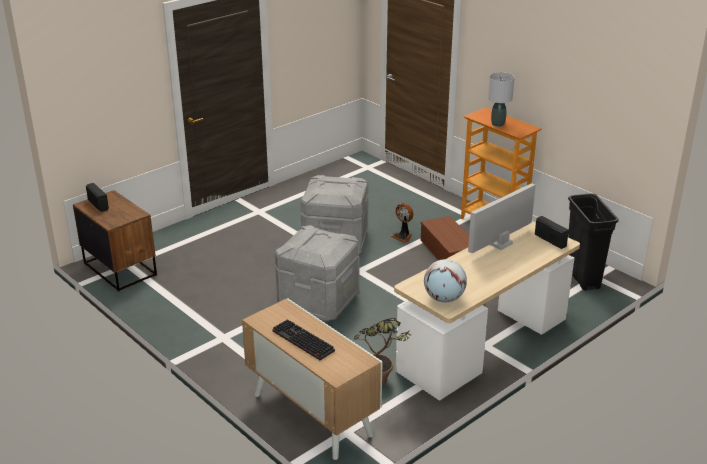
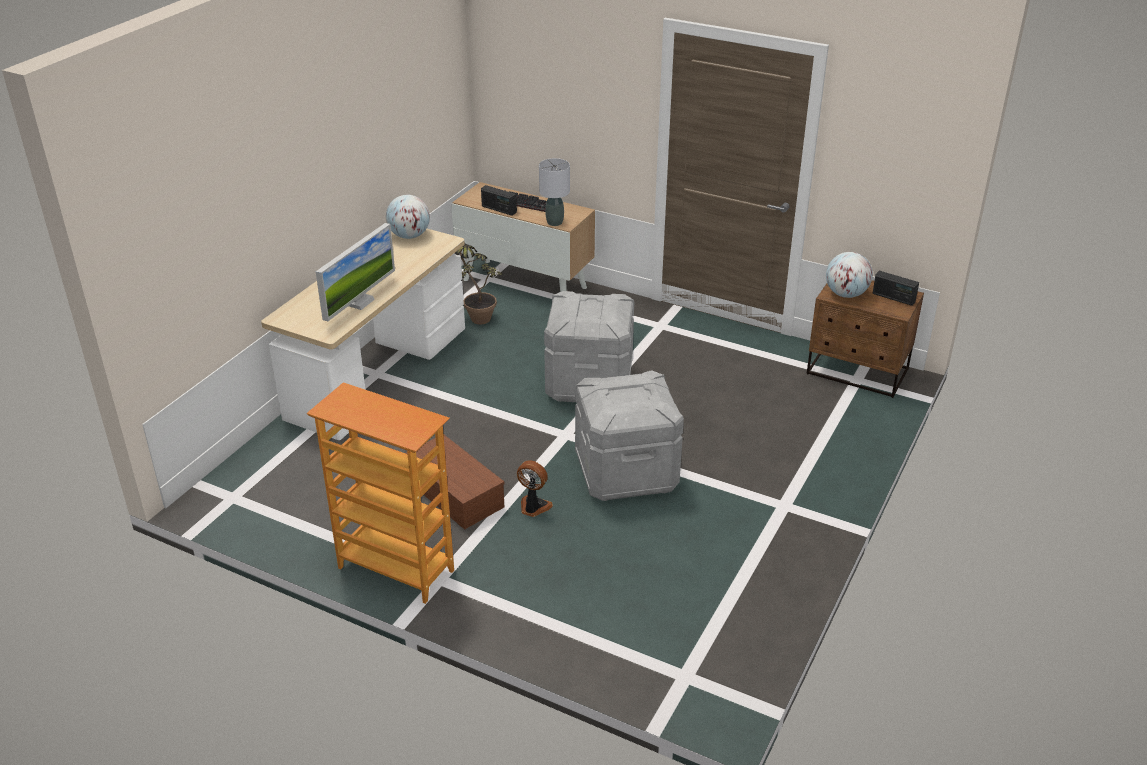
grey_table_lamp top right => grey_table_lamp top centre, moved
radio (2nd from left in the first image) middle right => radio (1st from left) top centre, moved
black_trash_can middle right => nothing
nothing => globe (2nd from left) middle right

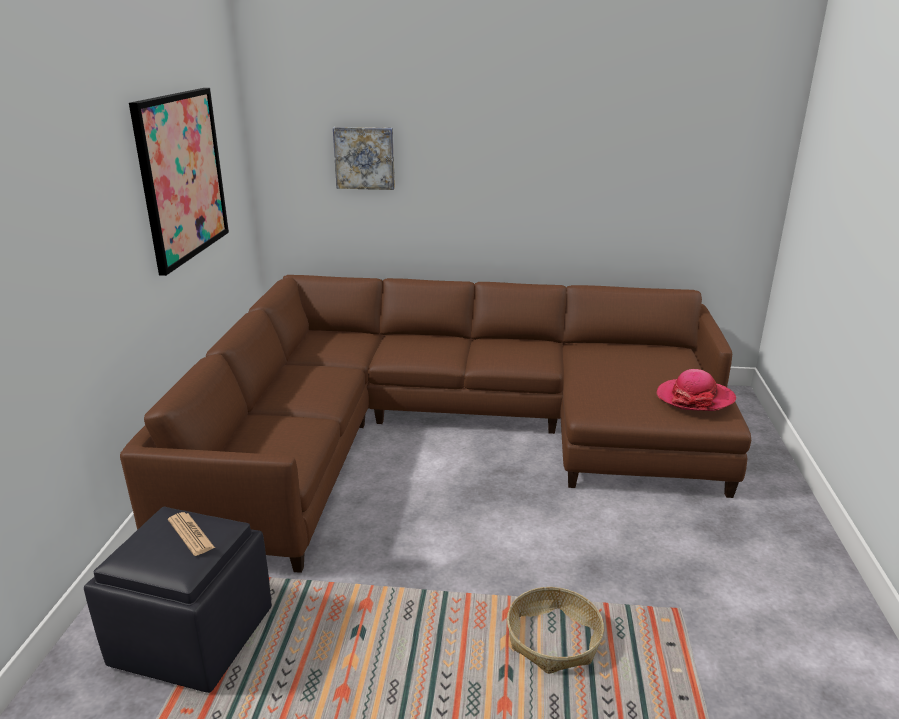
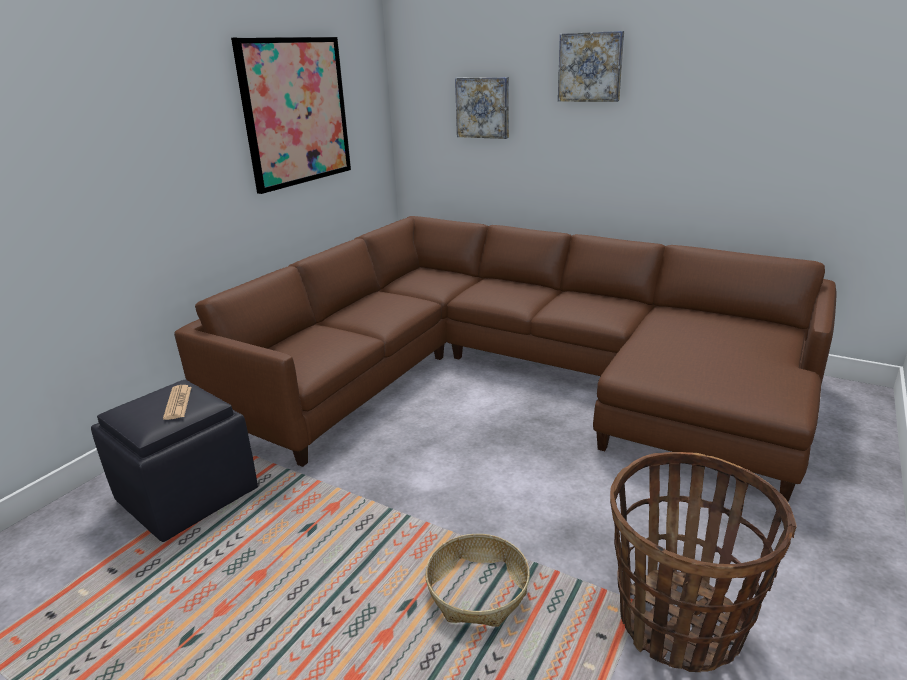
hat middle right => nothing
nothing => picture (3rd from left) top centre
nothing => basket (2nd from left) bottom right

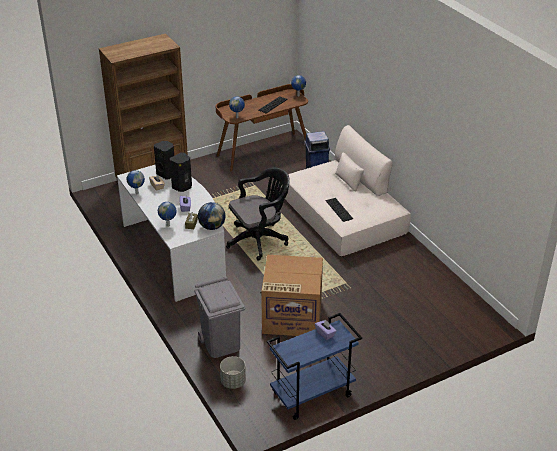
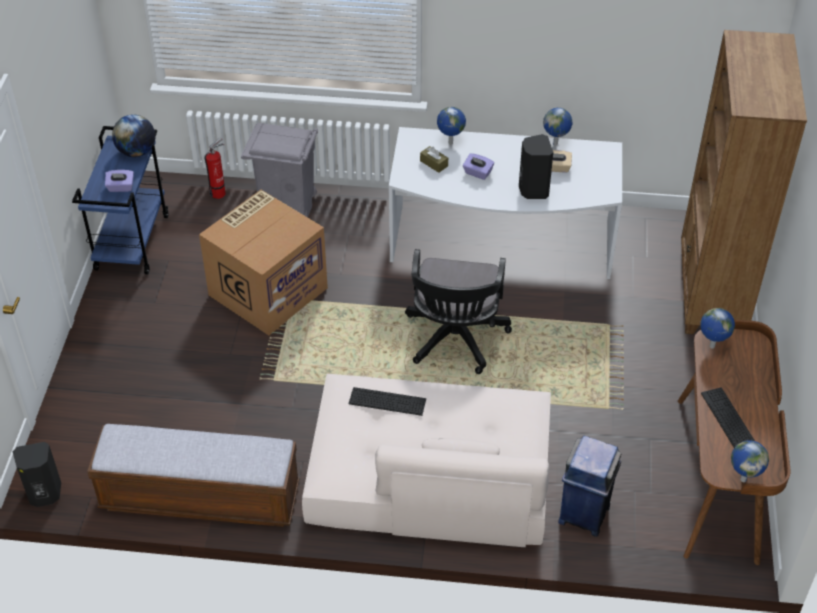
black_speaker (1st from left) middle left => black_speaker (1st from left) bottom left, moved
globe (3rd from left in the first image) centre => globe (1st from left) top left, moved
grey_planter bottom centre => fire_extinguisher top left
nothing => bench bottom left

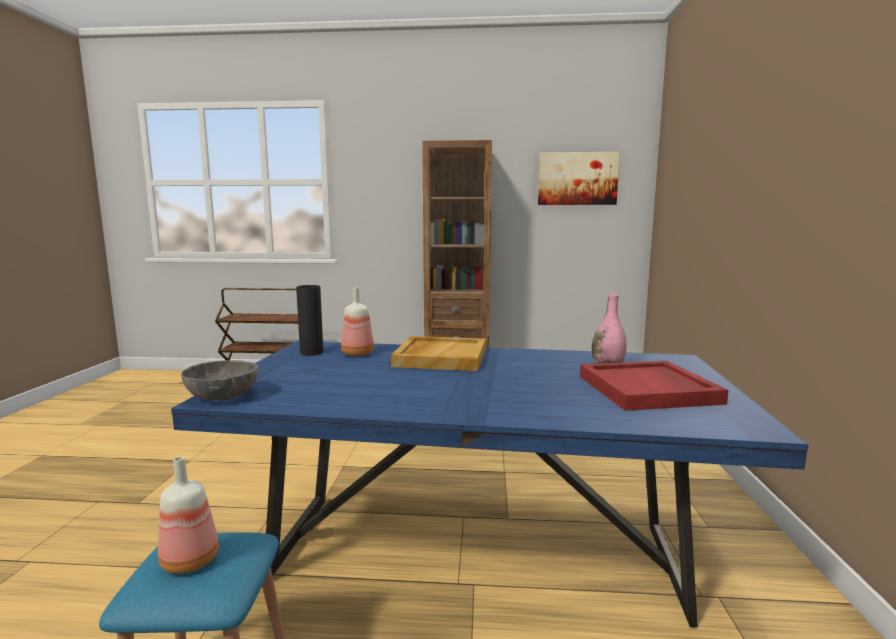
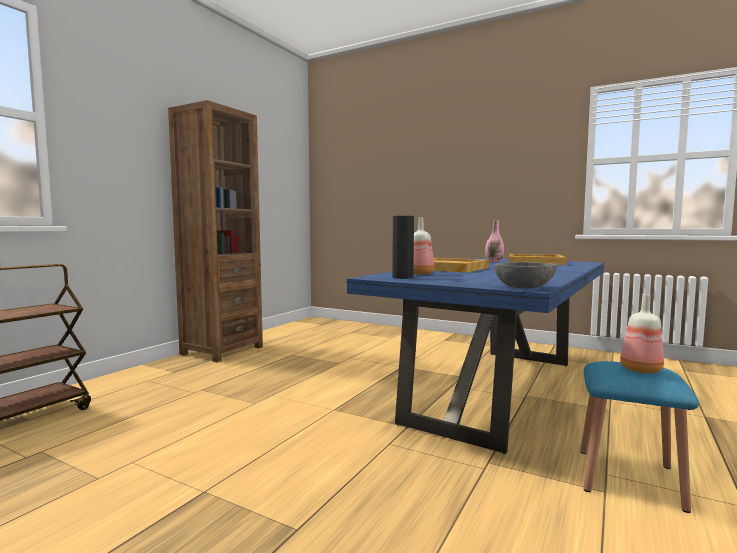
picture top centre => nothing
red_tray middle right => beige_tray (2nd from left) middle right

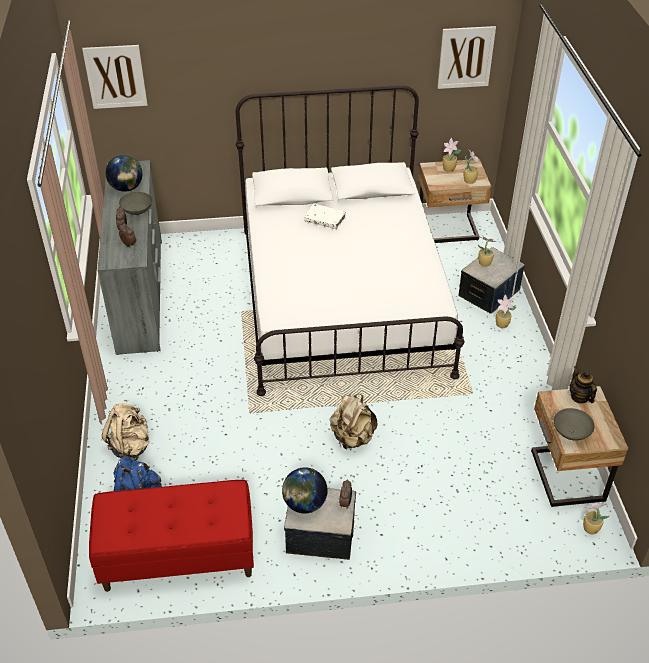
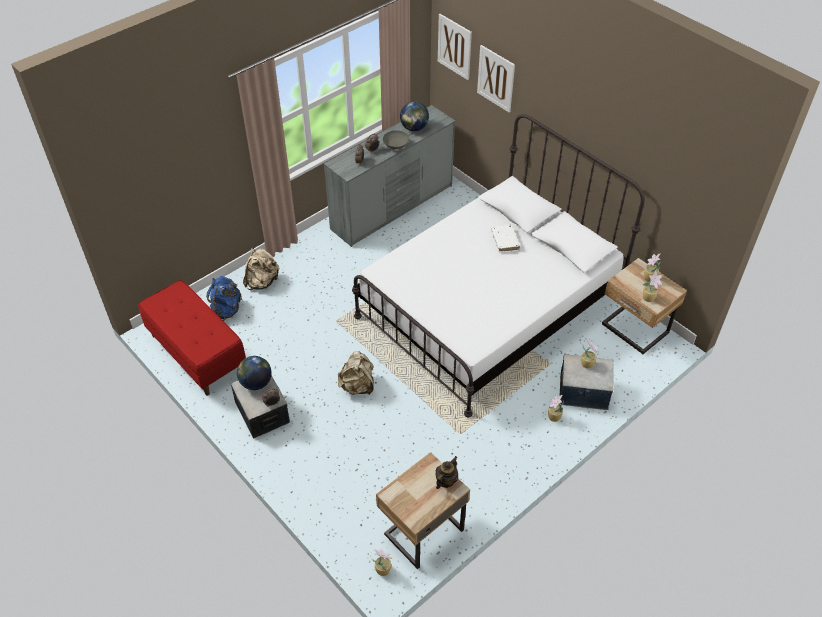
picture (2nd from left) top right => picture (2nd from left) top centre, moved
grey_bowl (2nd from left) middle right => nothing

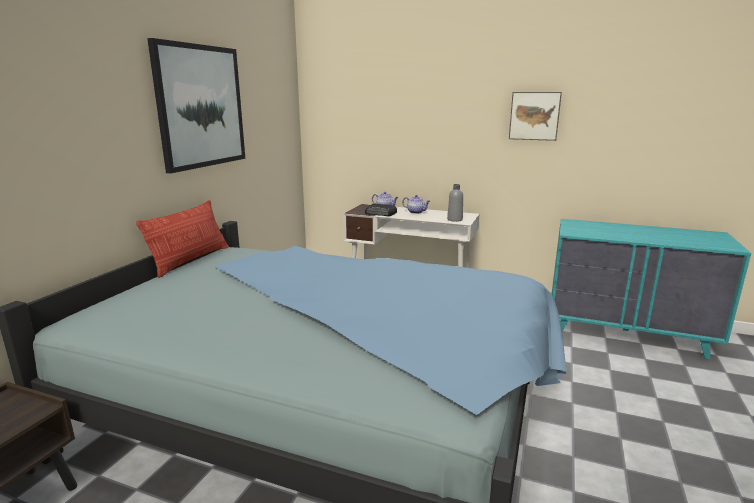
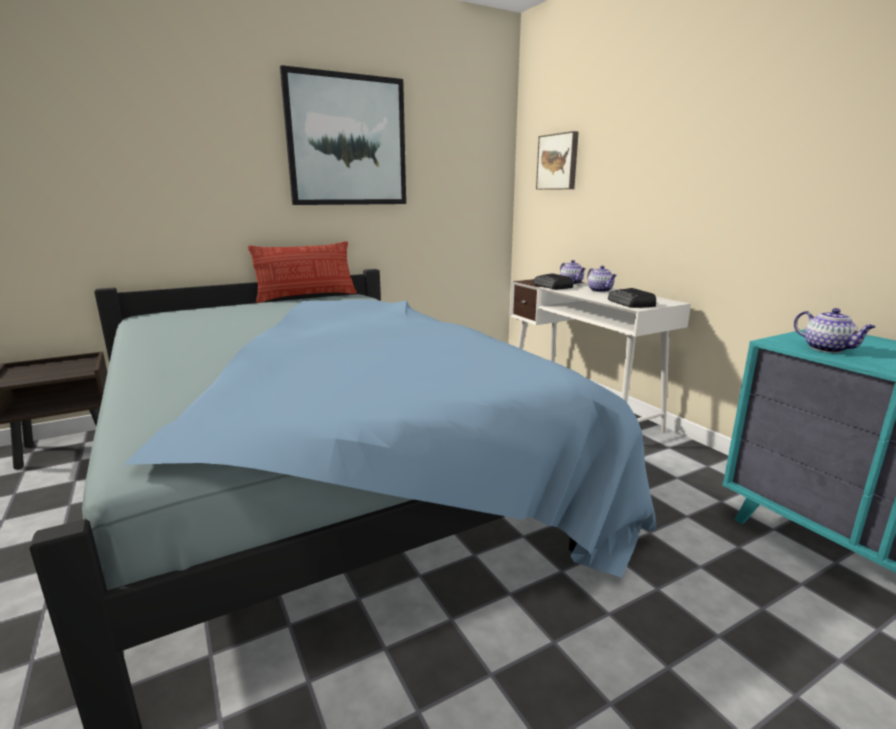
grey_bottle centre => radio (2nd from left) middle right
picture (2nd from left) top right => picture (2nd from left) top centre, moved
nothing => teapot (3rd from left) middle right

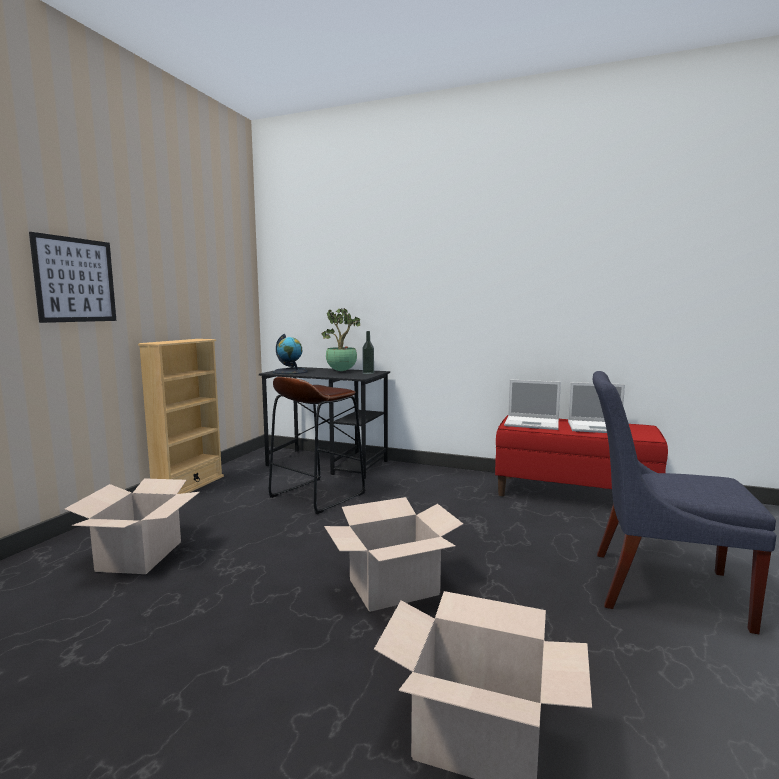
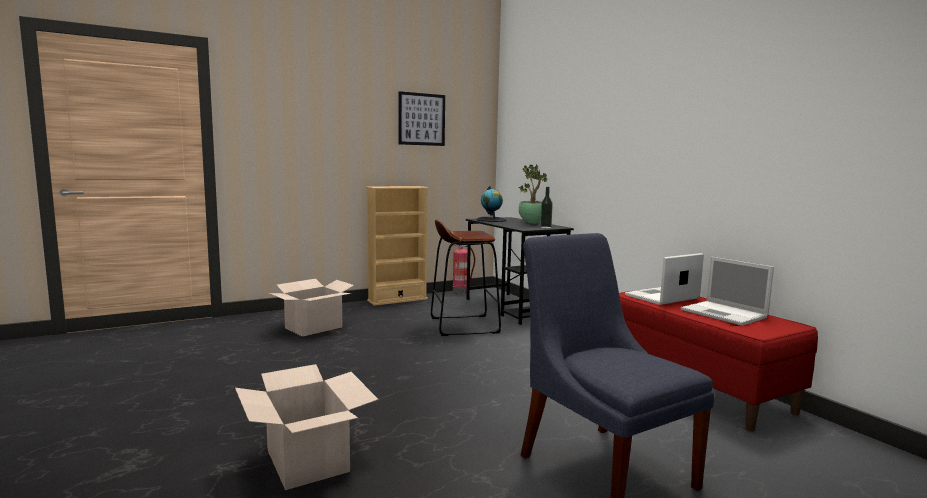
picture middle left => picture top centre, moved
cardboard_box (2nd from left) bottom centre => nothing
laptop (1st from left) middle right, 90 degrees clockwise
nothing => fire_extinguisher centre

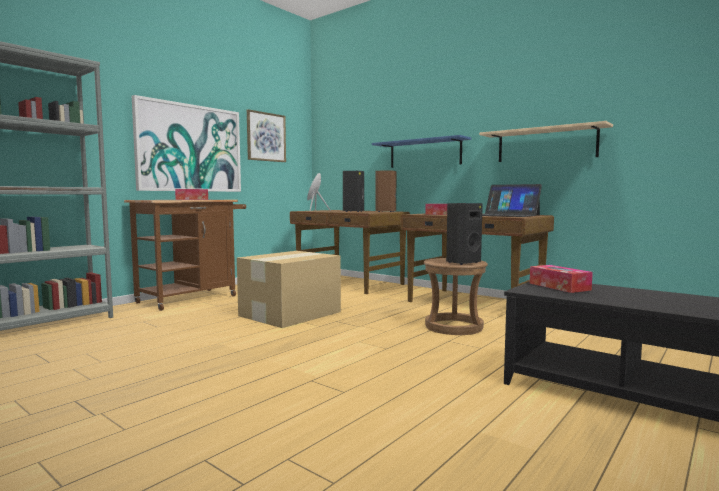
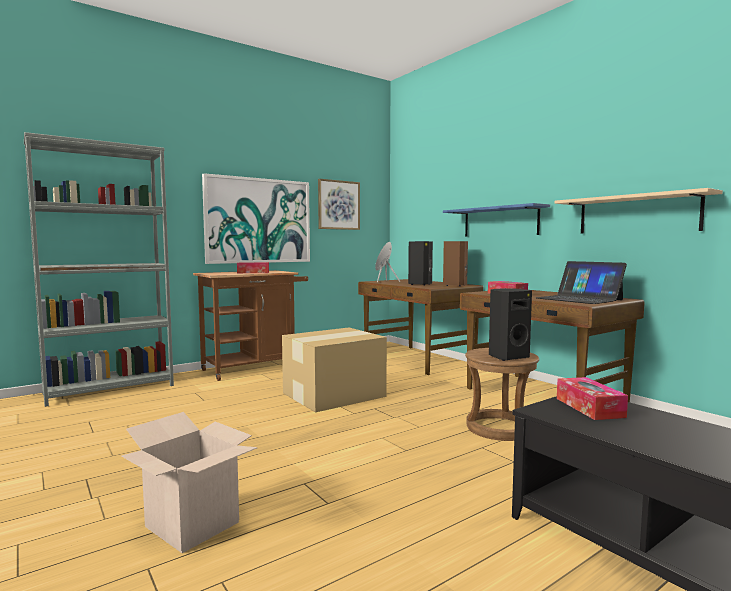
nothing => cardboard_box (1st from left) bottom left

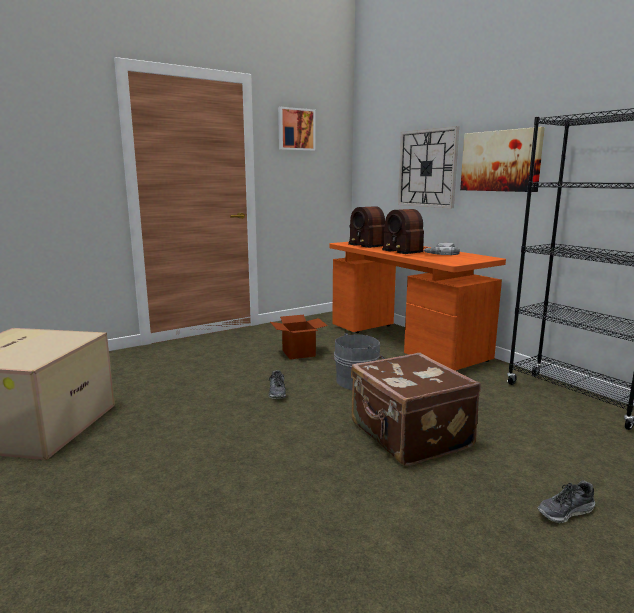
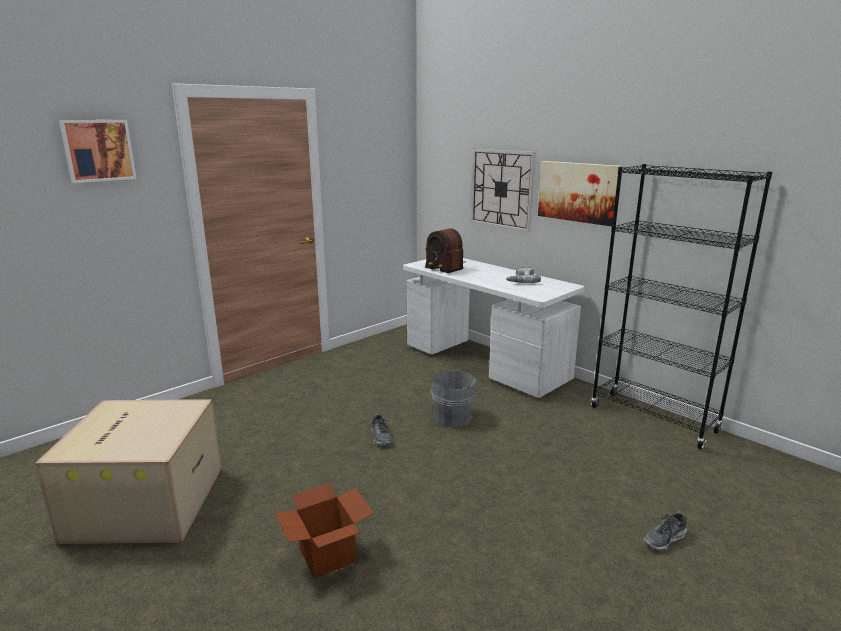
cardboard_box (2nd from left) centre => cardboard_box (2nd from left) bottom centre, moved
picture (1st from left) top centre => picture (1st from left) top left, moved
orange_desk centre => white_desk centre
brown_suitcase bottom centre => nothing
radio (2nd from left) centre => nothing

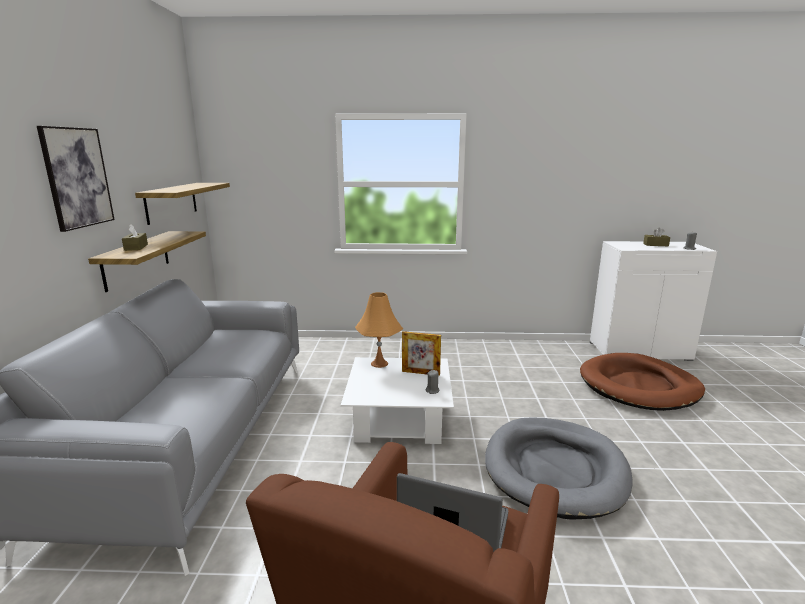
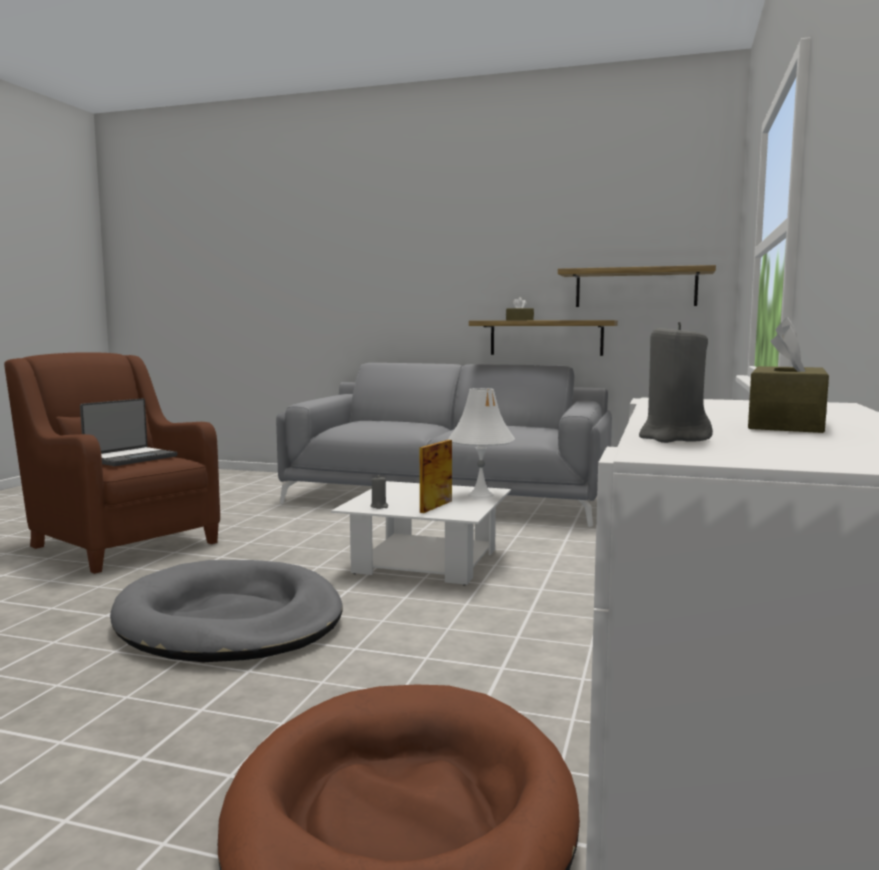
picture top left => nothing
orange_table_lamp centre => white_table_lamp centre

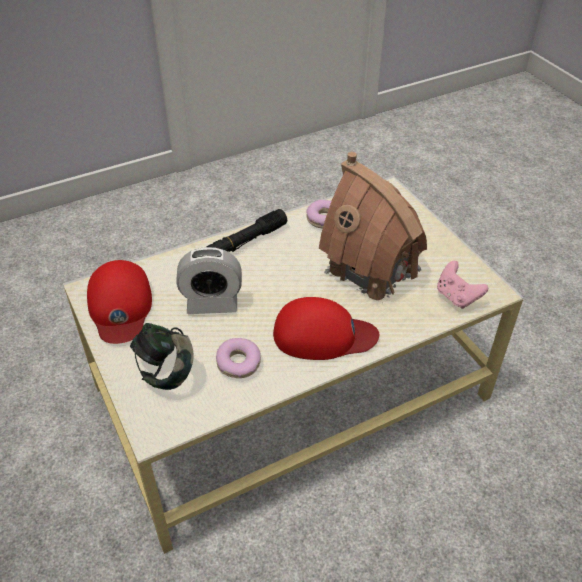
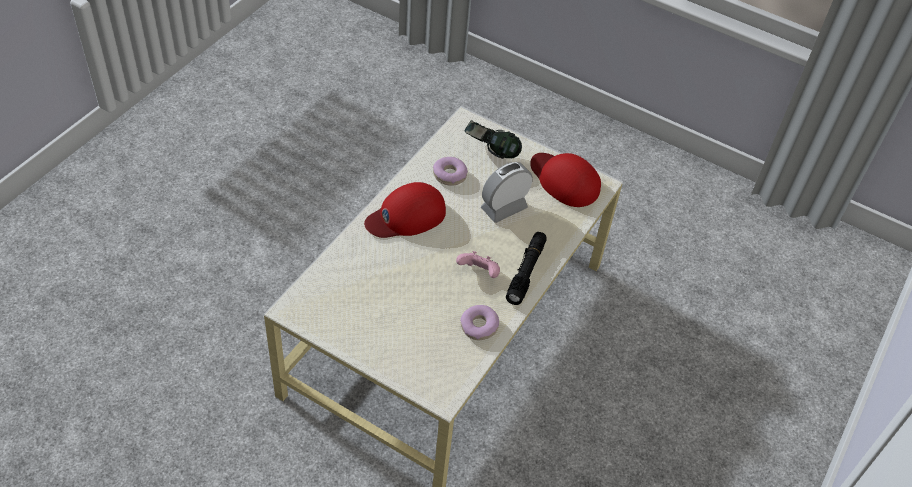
toy_house centre => nothing
pink_game_controller middle right => pink_game_controller centre, moved

